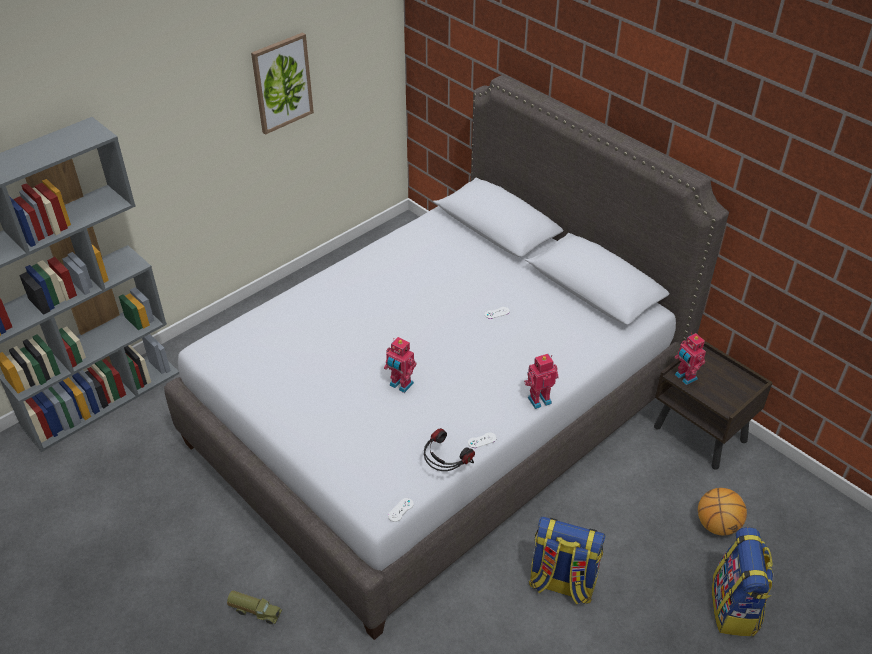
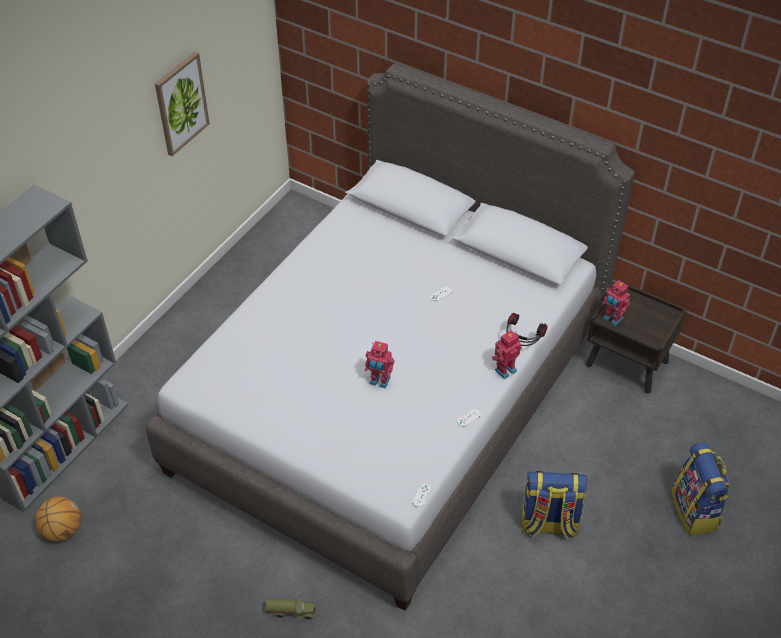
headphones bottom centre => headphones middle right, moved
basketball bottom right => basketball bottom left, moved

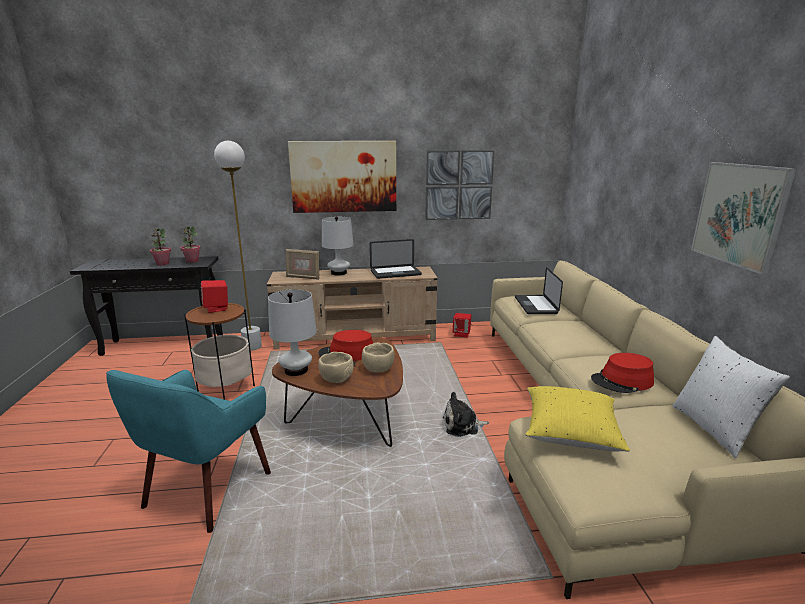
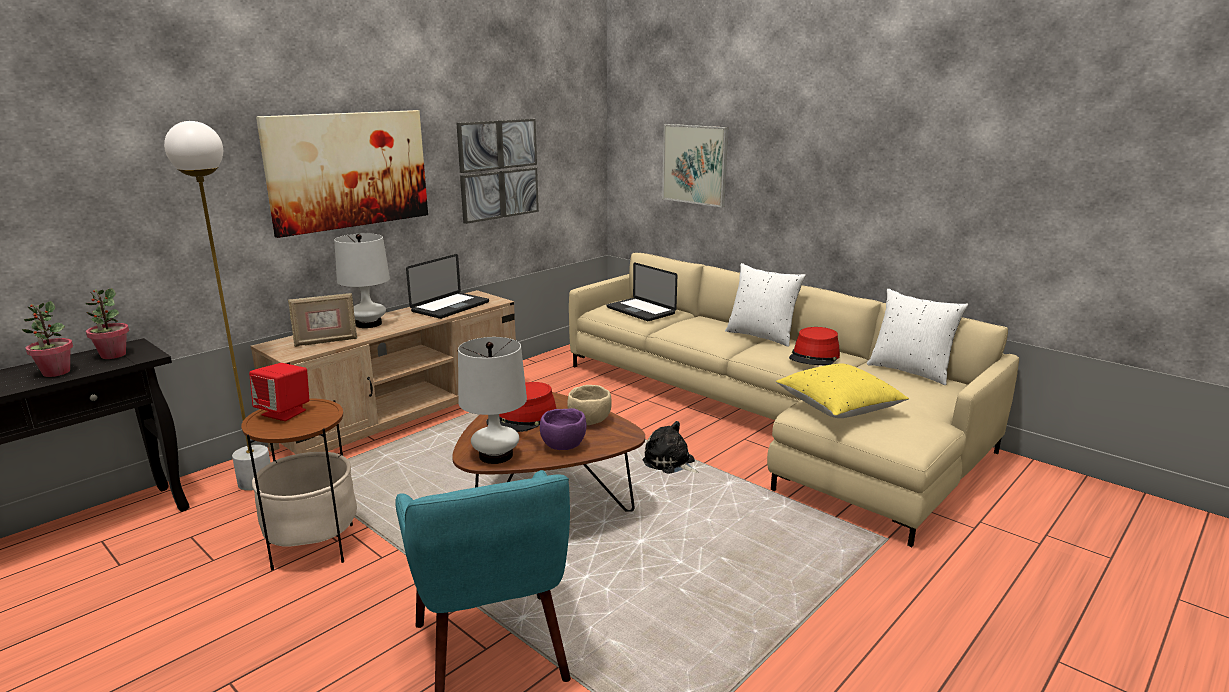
beige_bowl (1st from left) centre => purple_bowl centre
plush_toy bottom centre => plush_toy centre, 90 degrees clockwise
red_speaker (2nd from left) centre => nothing
picture (3rd from left) middle right => picture (3rd from left) top centre, moved
nothing => white_pillow (1st from left) centre

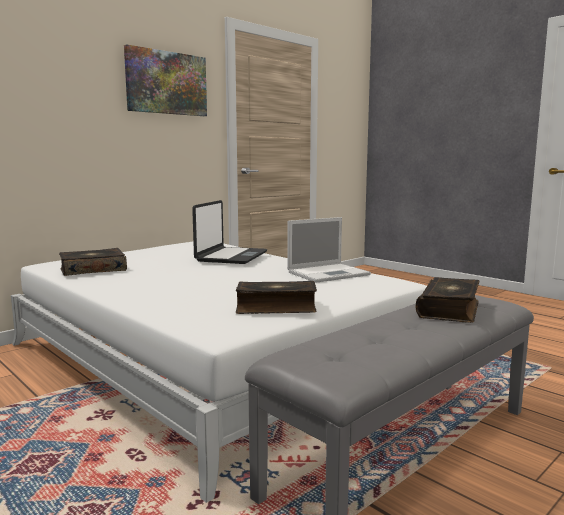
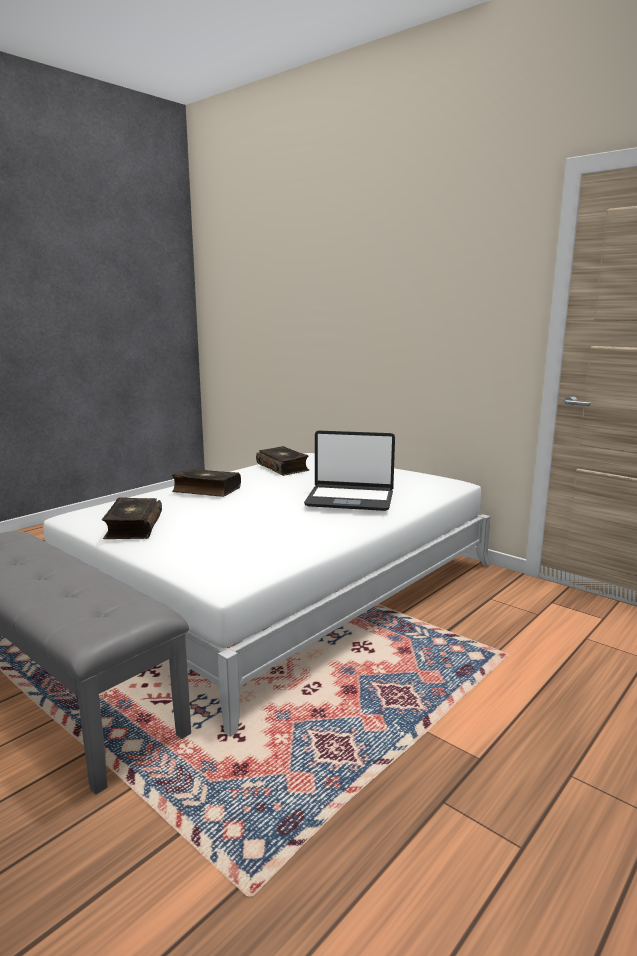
picture top left => nothing
laptop (2nd from left) centre => nothing
book (3rd from left in the first image) middle right => book (2nd from left) middle left, moved

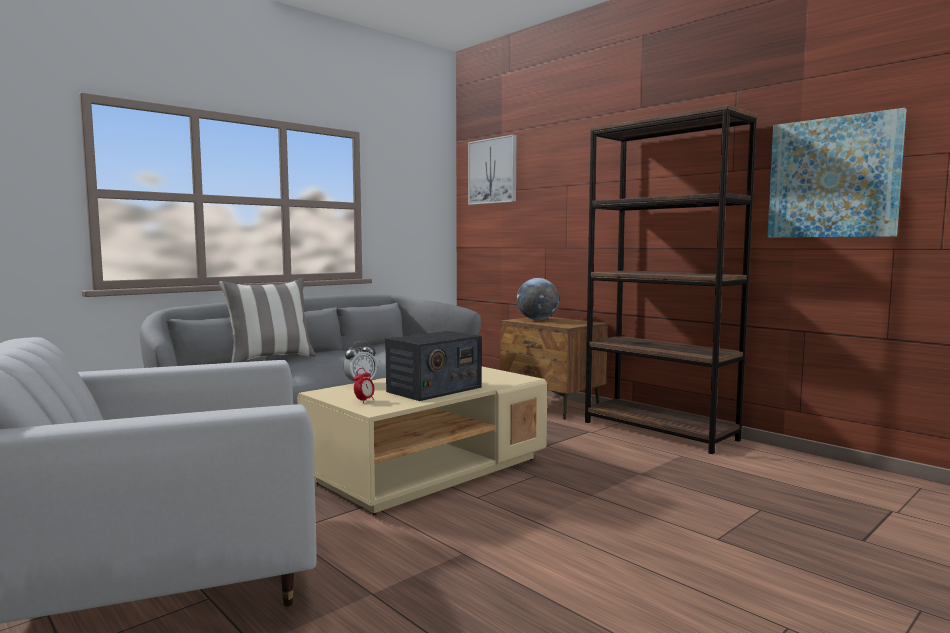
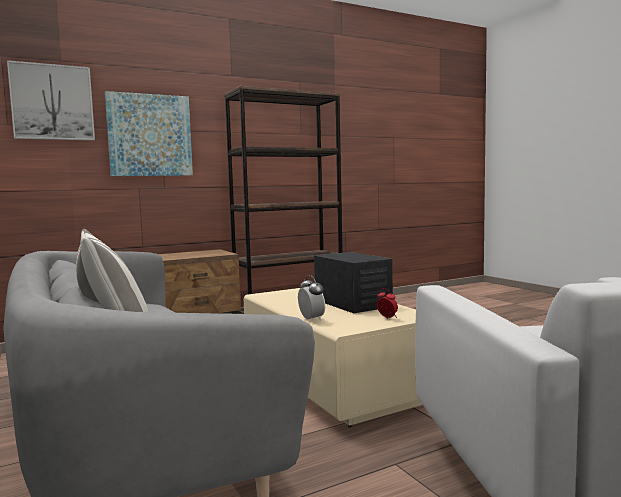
globe centre => nothing
picture (2nd from left) top right => picture (2nd from left) top left, moved

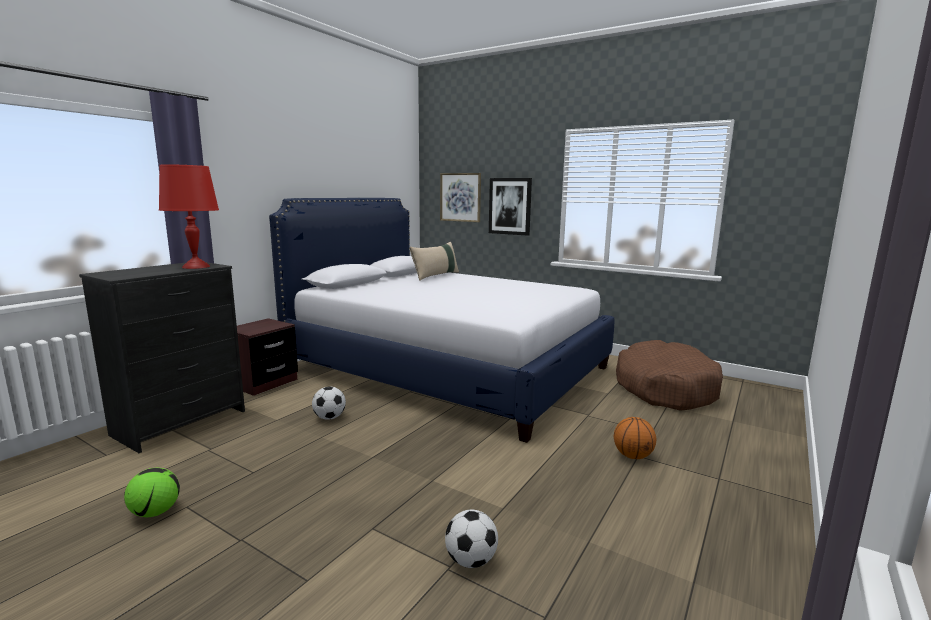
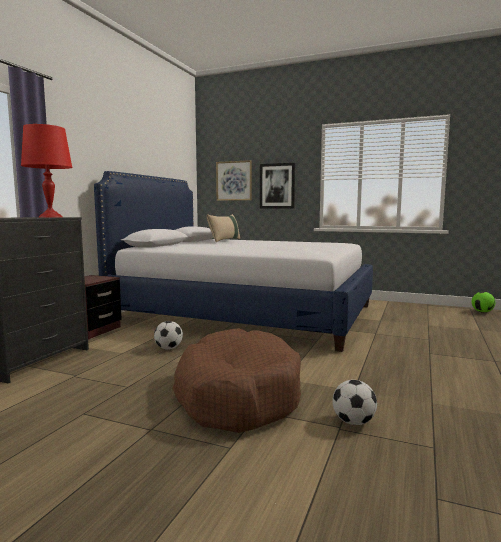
football (1st from left in the first image) bottom left => football (3rd from left) middle right, moved
basketball bottom right => nothing
brown_dog_bed middle right => brown_dog_bed bottom centre, moved

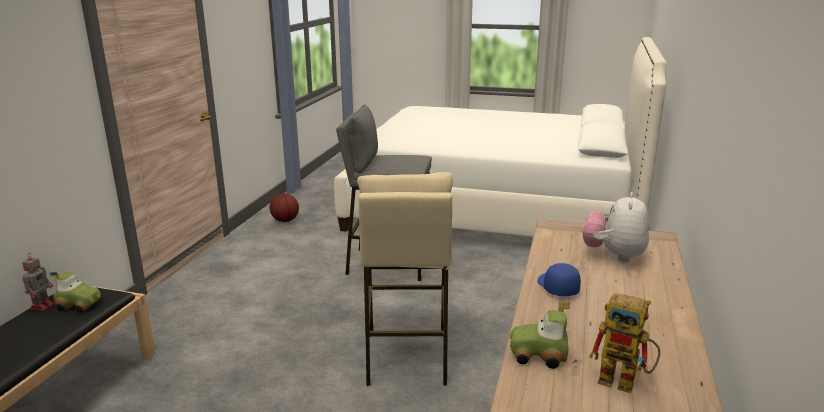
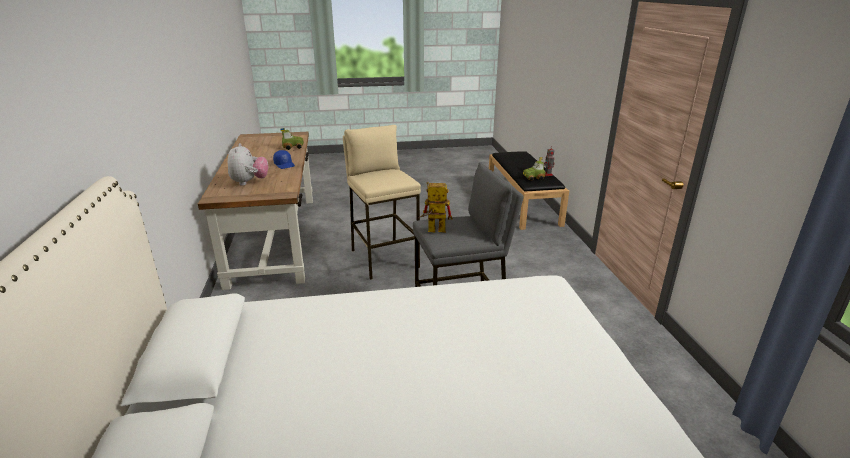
basketball centre => nothing
toy_robot (2nd from left in the first image) bottom right => toy_robot (1st from left) centre, moved

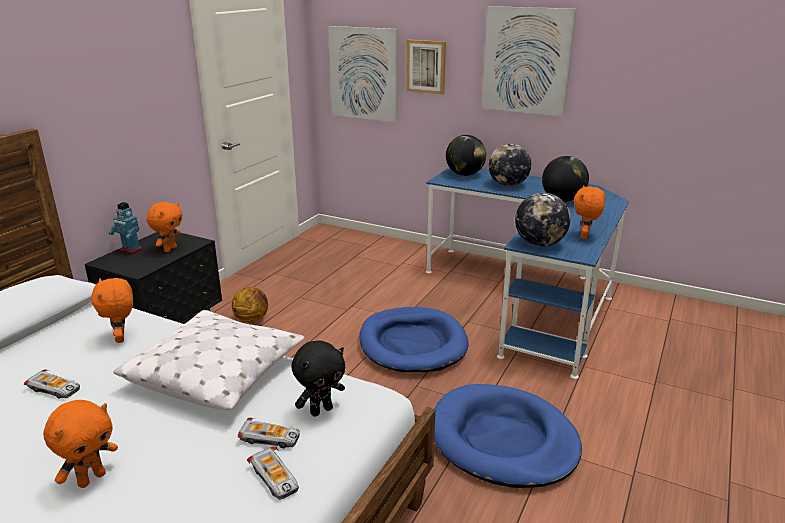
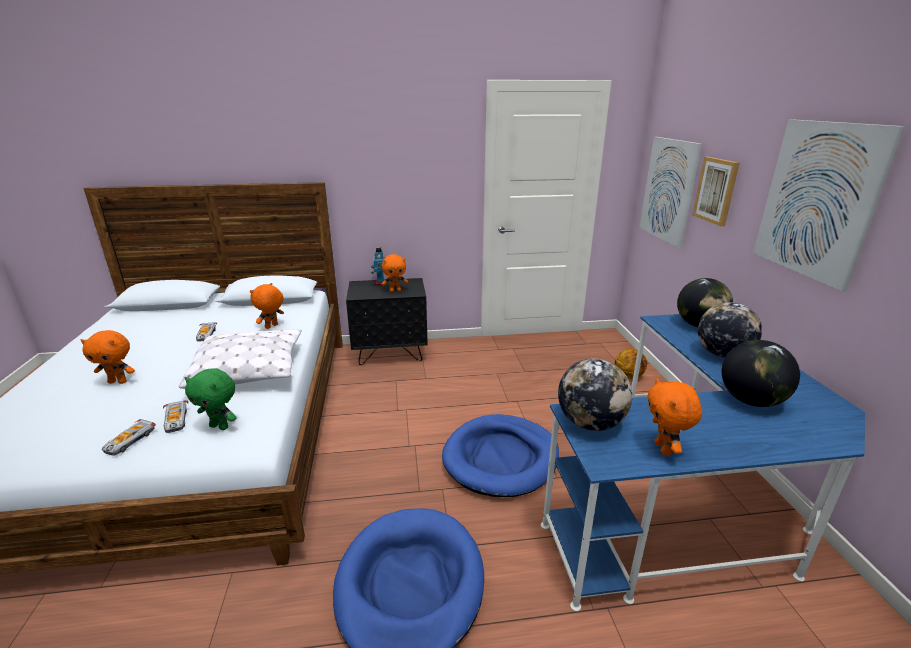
basketball middle left => basketball middle right, moved
black_plush_toy bottom centre => green_plush_toy middle left
orange_plush_toy (4th from left) middle right, 75 degrees counterclockwise

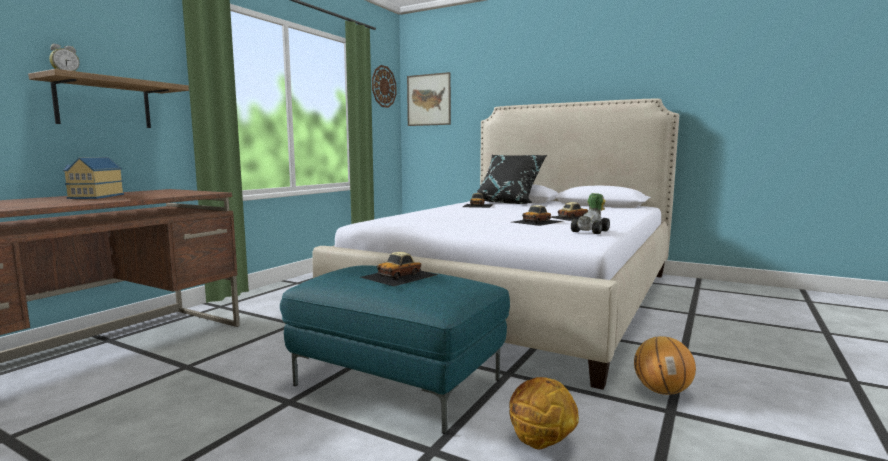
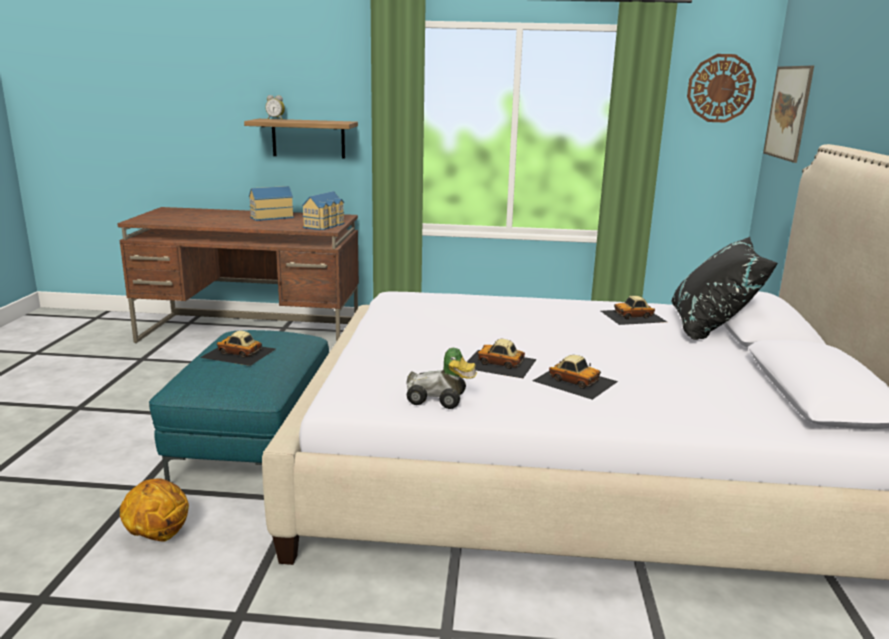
basketball (2nd from left) bottom right => nothing
nothing => toy_house (2nd from left) top centre

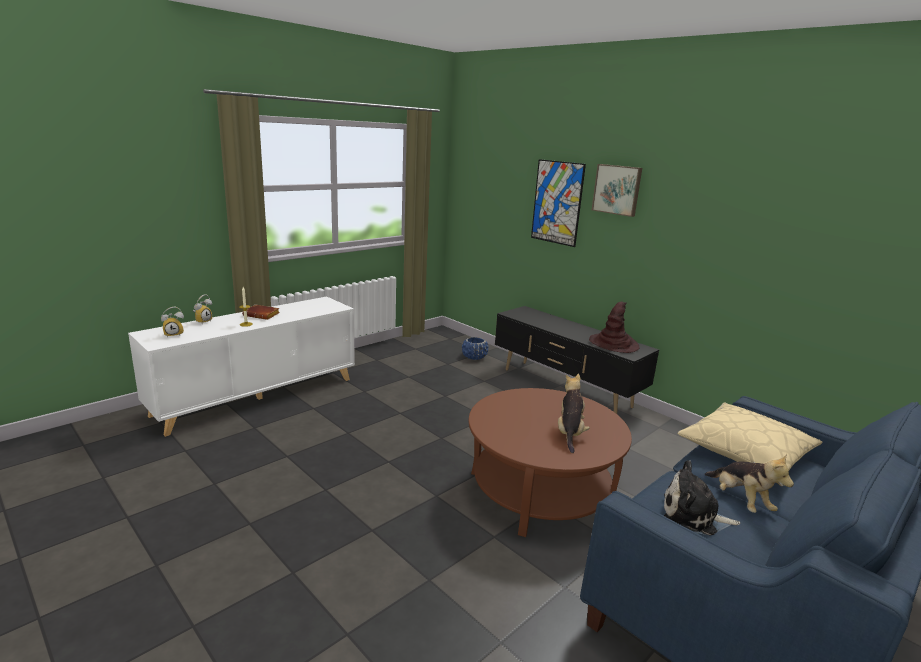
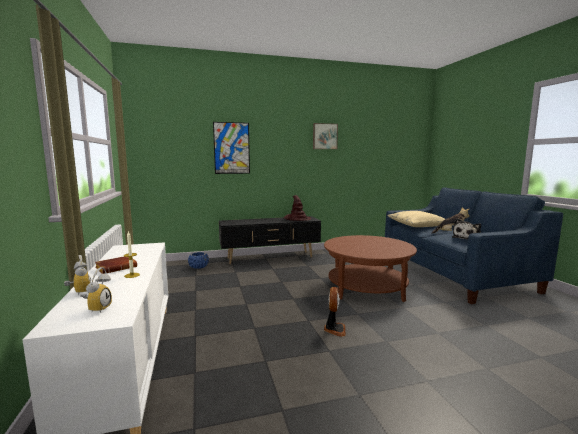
plush_toy (1st from left) centre => nothing
picture (2nd from left) top right => picture (2nd from left) top centre, moved
nothing => fan bottom centre

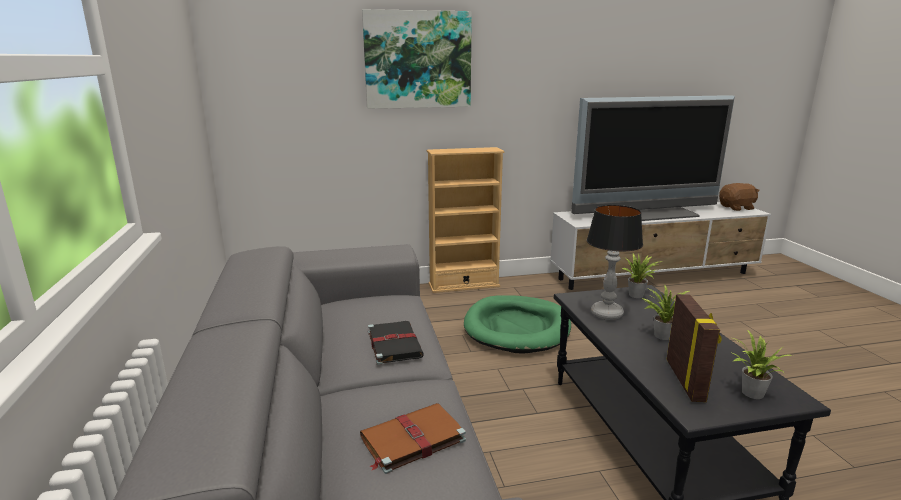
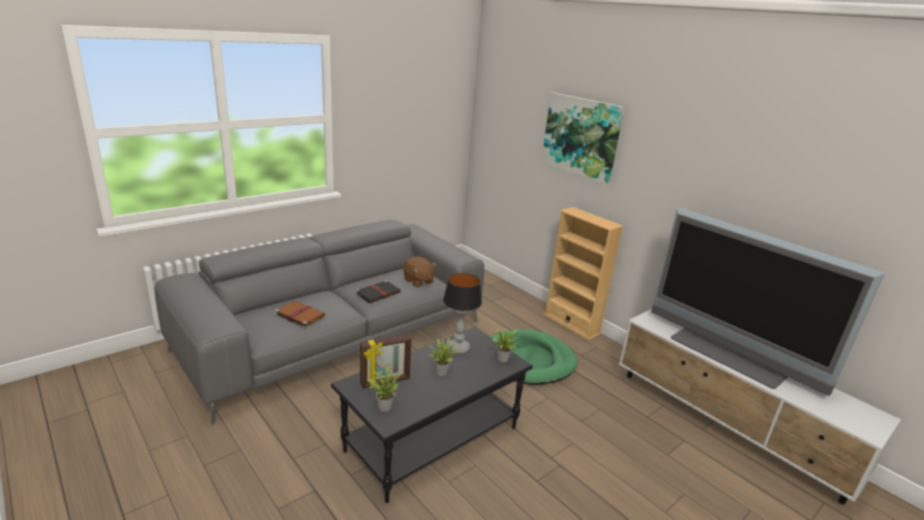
brown_plush_toy middle right => brown_plush_toy centre, moved

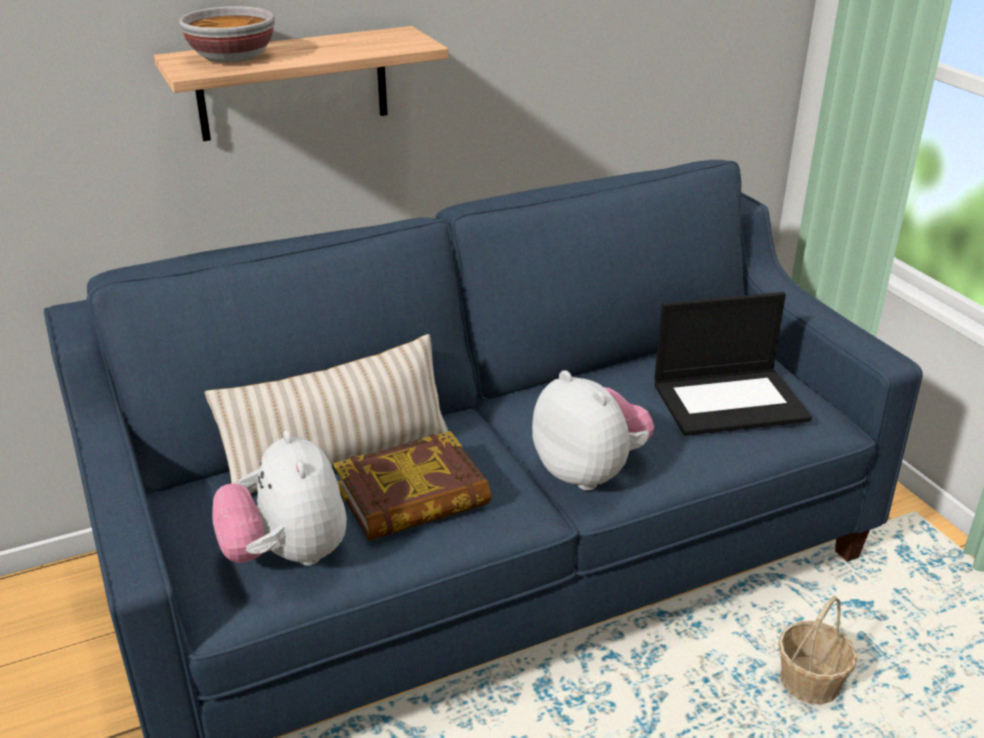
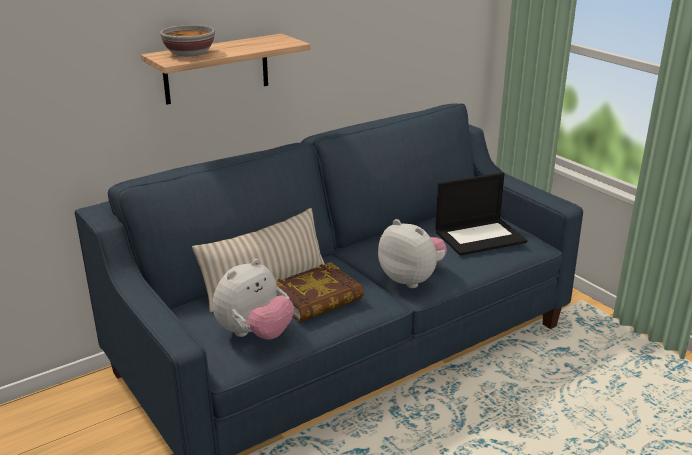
plush_toy (1st from left) bottom left => plush_toy (1st from left) centre, 105 degrees counterclockwise
basket bottom right => nothing

